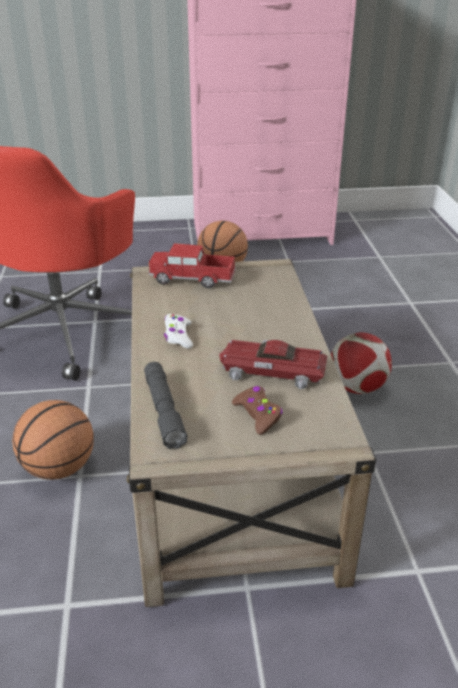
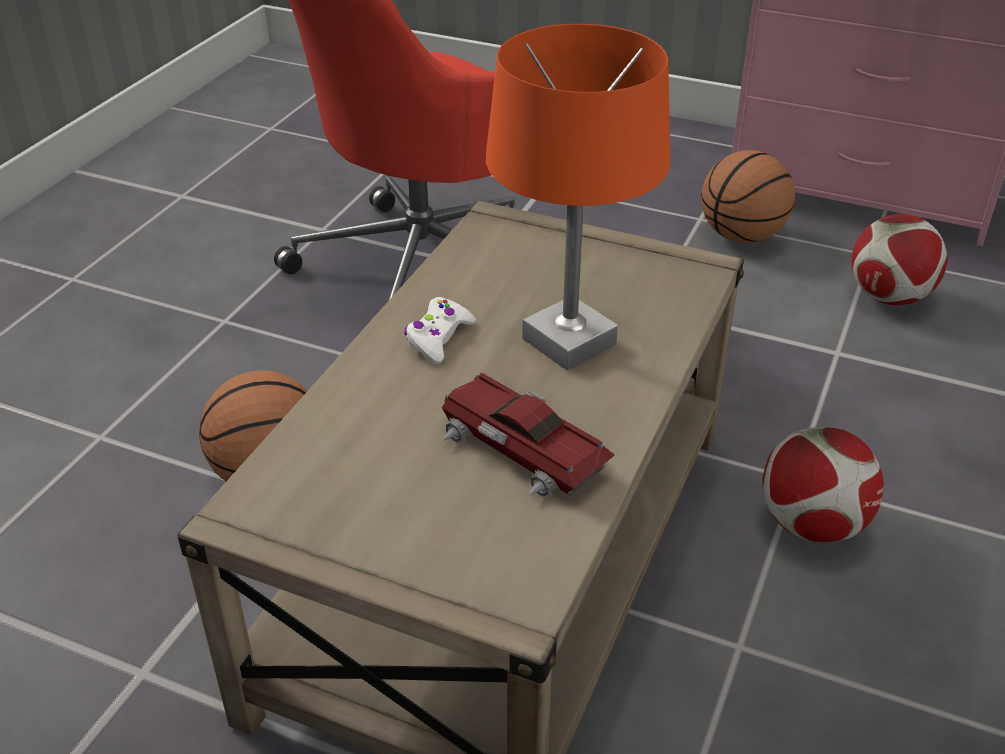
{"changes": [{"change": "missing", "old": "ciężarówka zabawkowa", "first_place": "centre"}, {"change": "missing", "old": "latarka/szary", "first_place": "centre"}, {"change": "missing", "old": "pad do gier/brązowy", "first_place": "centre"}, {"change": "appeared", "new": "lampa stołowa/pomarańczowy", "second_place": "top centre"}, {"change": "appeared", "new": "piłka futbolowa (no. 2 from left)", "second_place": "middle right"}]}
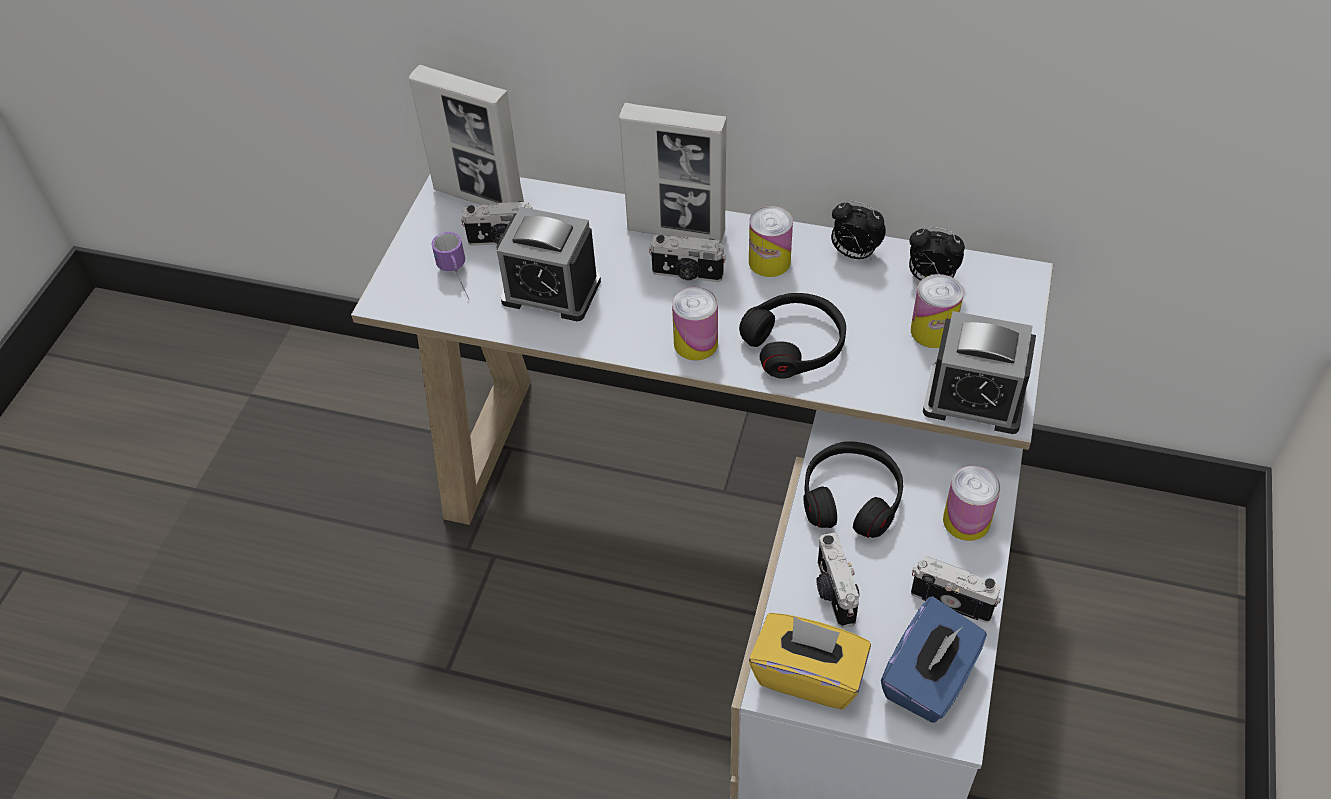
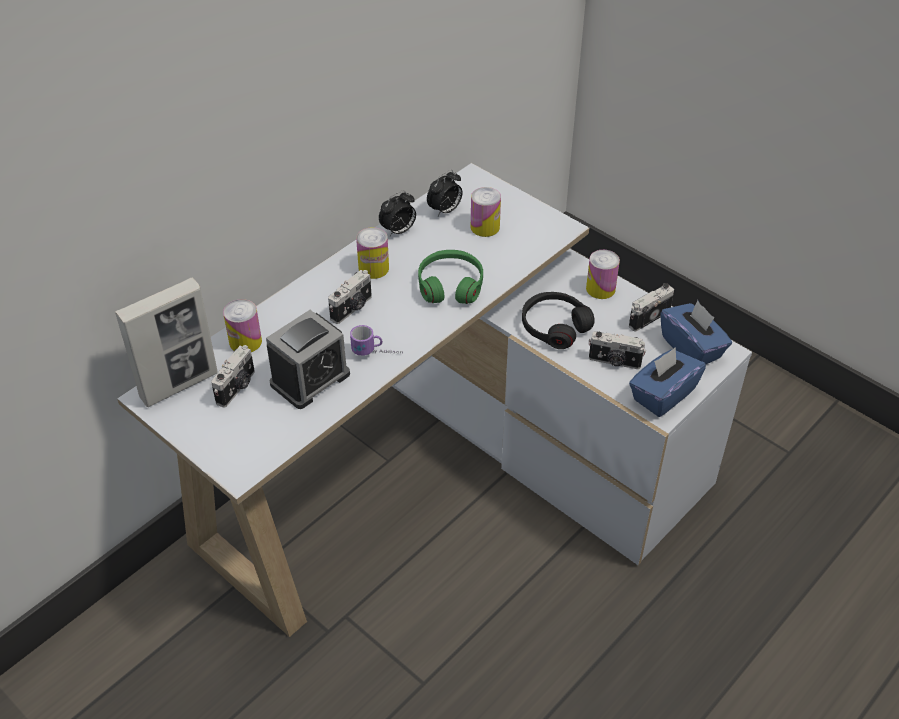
{"changes": [{"change": "missing", "old": "ramka na zdjęcie (no. 2 from left)", "first_place": "top centre"}, {"change": "relocated", "old": "kubek", "first_place": "top centre", "second_place": "centre"}, {"change": "relocated", "old": "puszka (no. 1 from left)", "first_place": "centre", "second_place": "middle left"}, {"change": "colour", "old": "słuchawki/czarny (no. 1 from left)", "new": "słuchawki/zielony", "first_place": "centre", "second_place": "centre"}, {"change": "missing", "old": "budzik (no. 4 from left)", "first_place": "middle right"}, {"change": "colour", "old": "pudełko chusteczek/żółty", "new": "pudełko chusteczek/niebieski (no. 1 from left)", "first_place": "bottom centre", "second_place": "middle right"}]}
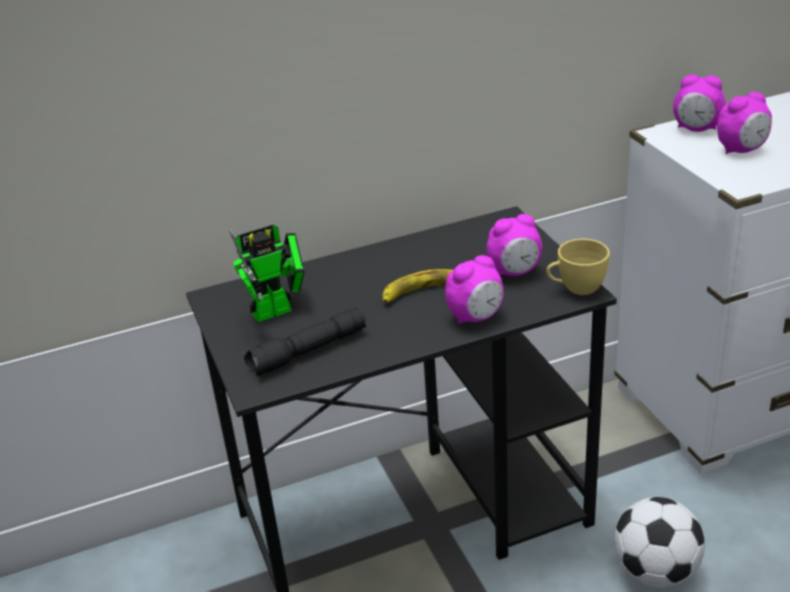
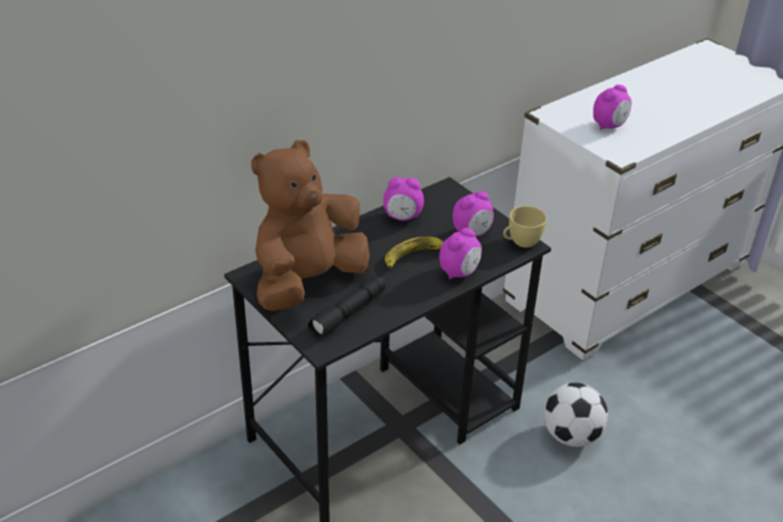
{"changes": [{"change": "relocated", "old": "budzik (no. 3 from left in the first image)", "new": "budzik (no. 1 from left)", "first_place": "top right", "second_place": "centre"}, {"change": "exchanged", "old": "robot zabawkowy", "new": "pluszak/brązowy", "first_place": "centre", "second_place": "centre"}]}
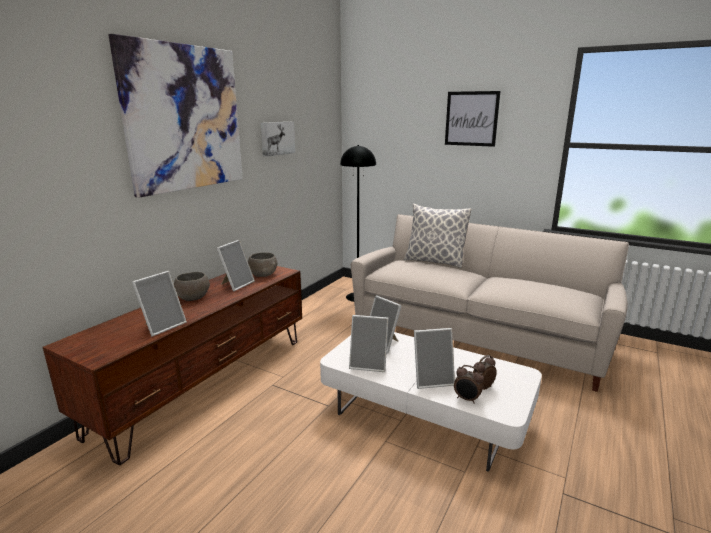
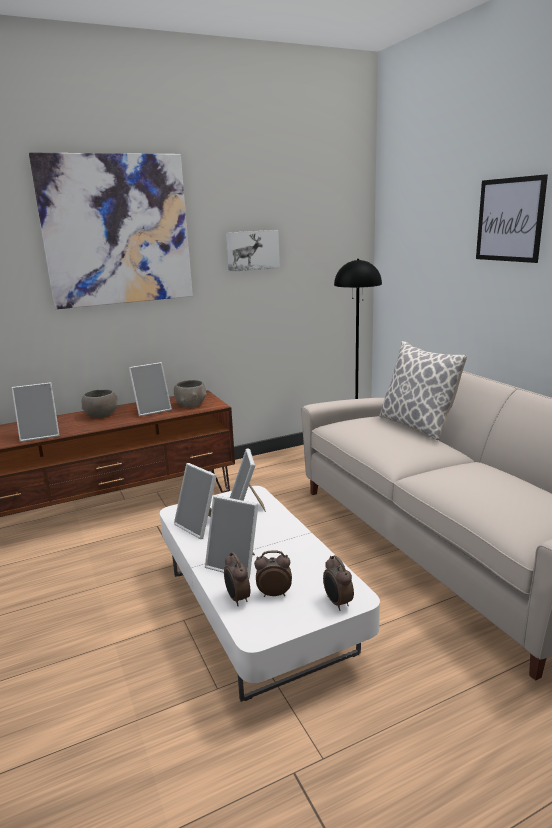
{"changes": [{"change": "appeared", "new": "budzik (no. 3 from left)", "second_place": "bottom centre"}]}
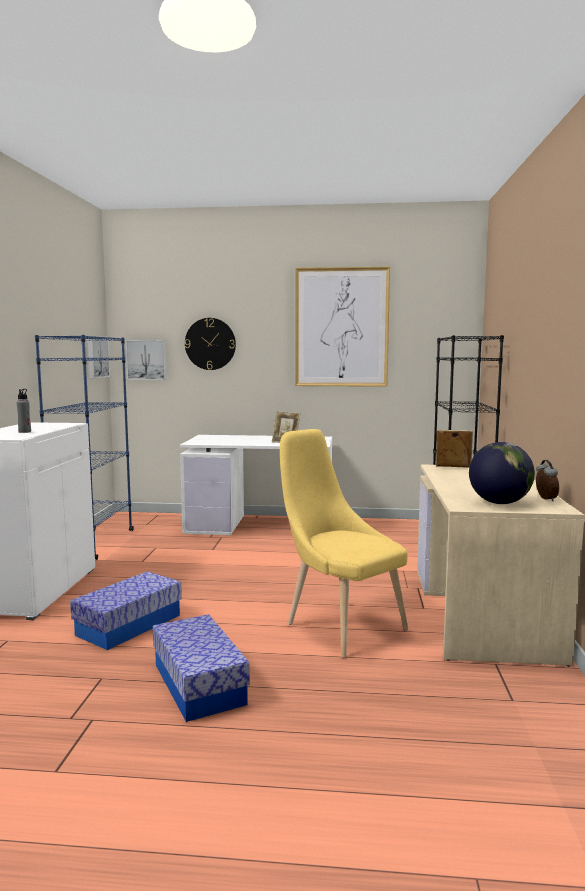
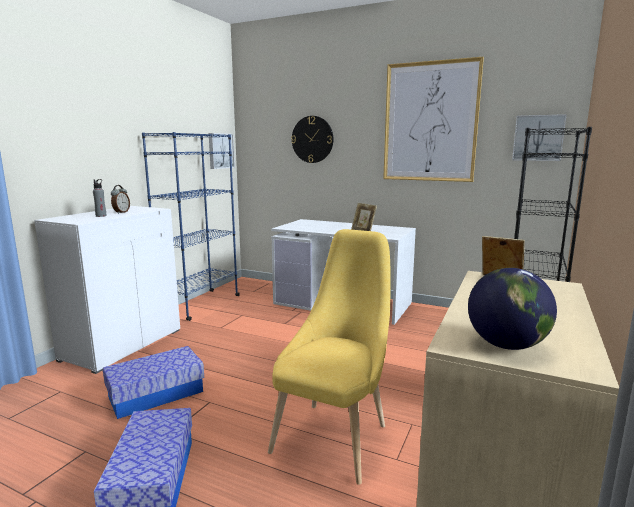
{"changes": [{"change": "relocated", "old": "obraz (no. 2 from left in the first image)", "new": "obraz (no. 3 from left)", "first_place": "middle left", "second_place": "top right"}, {"change": "spun", "old": "krzesło/żółty", "first_place": "centre", "second_place": "bottom centre", "degrees": 45}, {"change": "relocated", "old": "budzik", "first_place": "middle right", "second_place": "middle left"}]}
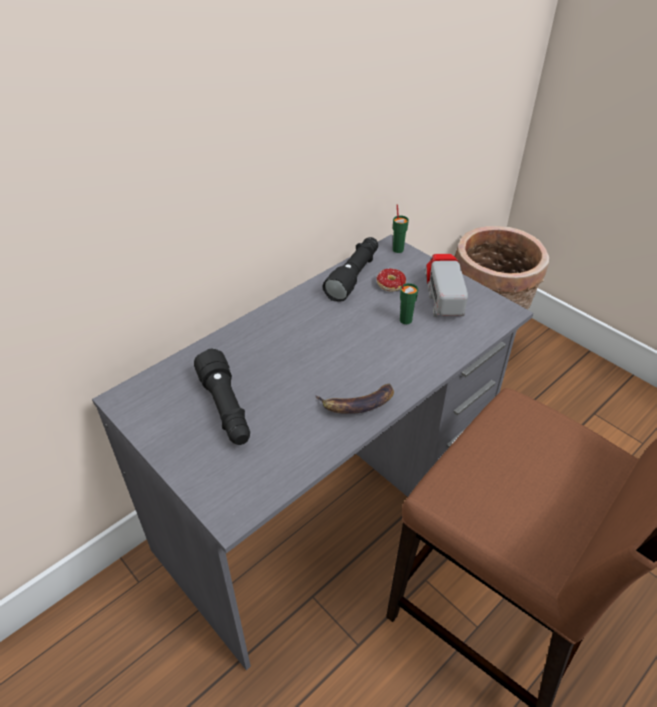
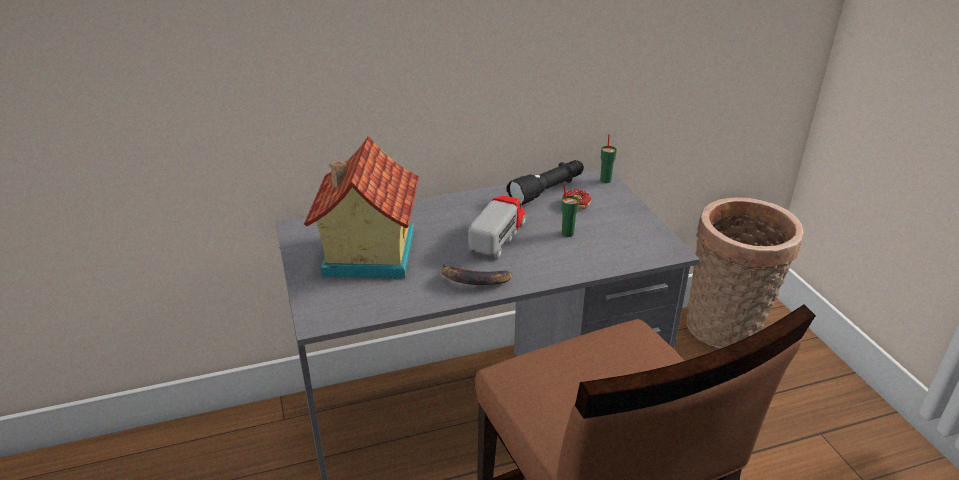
{"changes": [{"change": "relocated", "old": "ciężarówka zabawkowa", "first_place": "middle right", "second_place": "centre"}, {"change": "exchanged", "old": "latarka/czarny (no. 1 from left)", "new": "domek", "first_place": "centre", "second_place": "centre"}]}
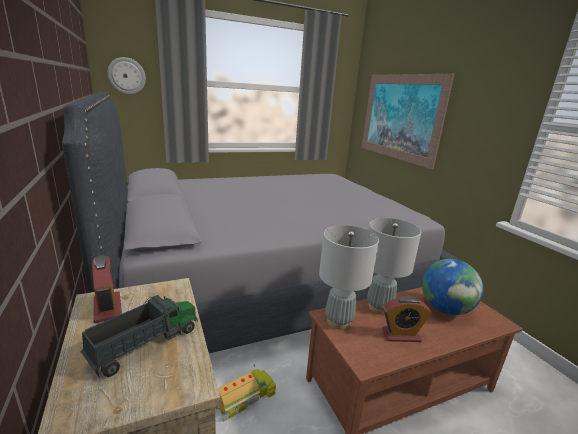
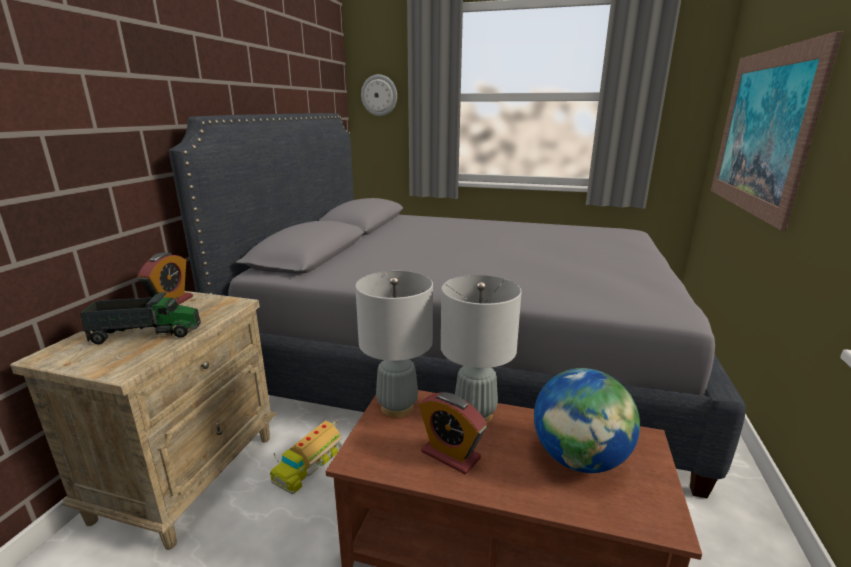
{"changes": [{"change": "spun", "old": "ciężarówka zabawkowa (no. 2 from left)", "first_place": "bottom centre", "second_place": "bottom centre", "degrees": 120}]}
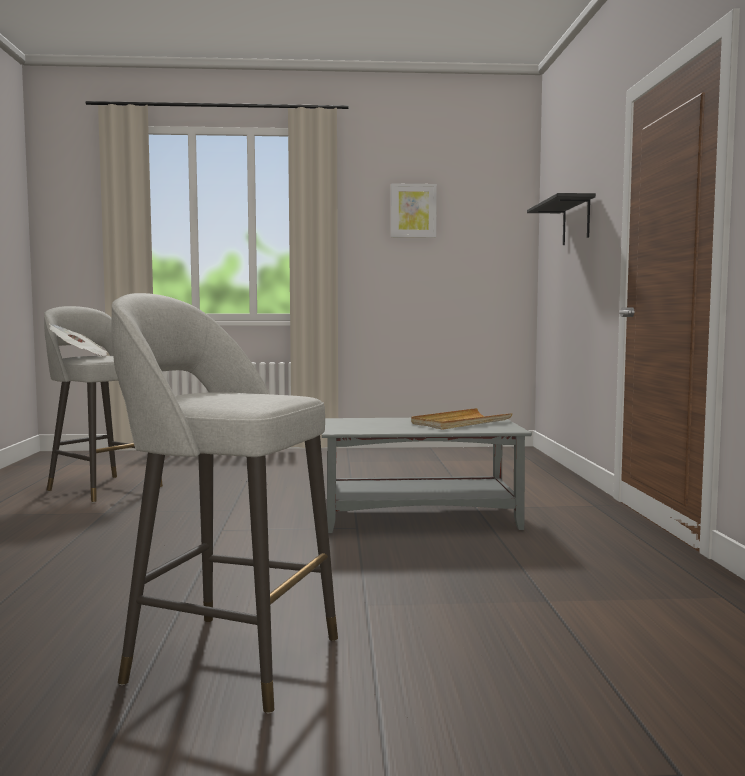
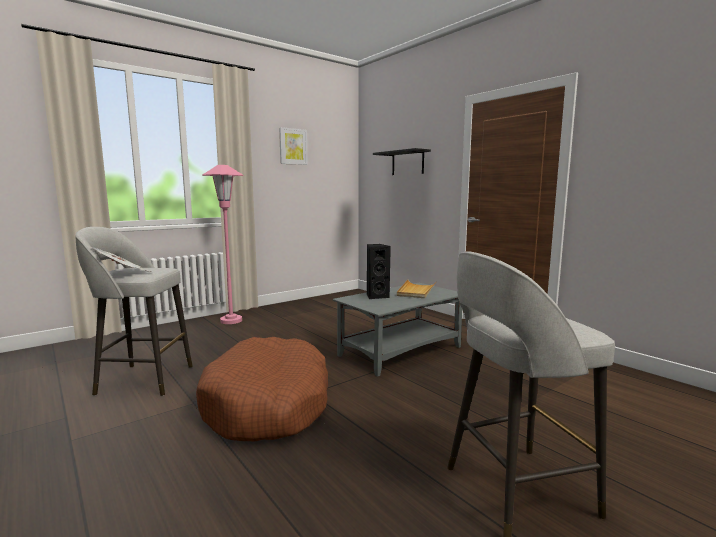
{"changes": [{"change": "appeared", "new": "lampa stojąca/różowy", "second_place": "middle left"}, {"change": "appeared", "new": "głośnik/czarny", "second_place": "centre"}, {"change": "appeared", "new": "legowisko/brązowy", "second_place": "bottom centre"}]}
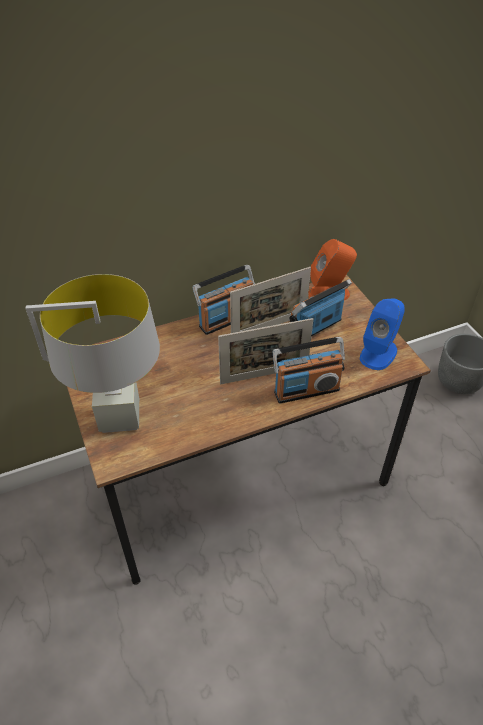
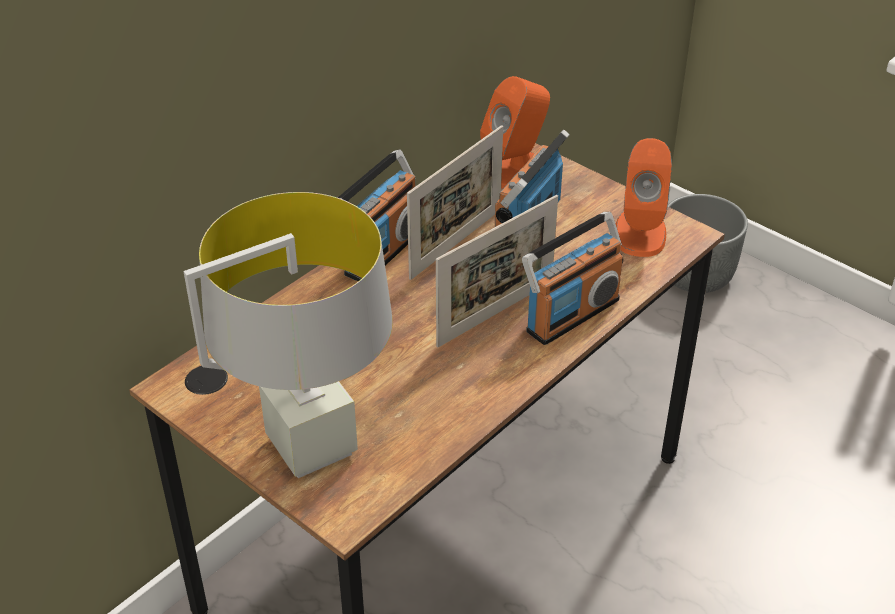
{"changes": [{"change": "colour", "old": "głośnik/niebieski", "new": "głośnik/pomarańczowy (no. 2 from left)", "first_place": "middle right", "second_place": "top right"}]}
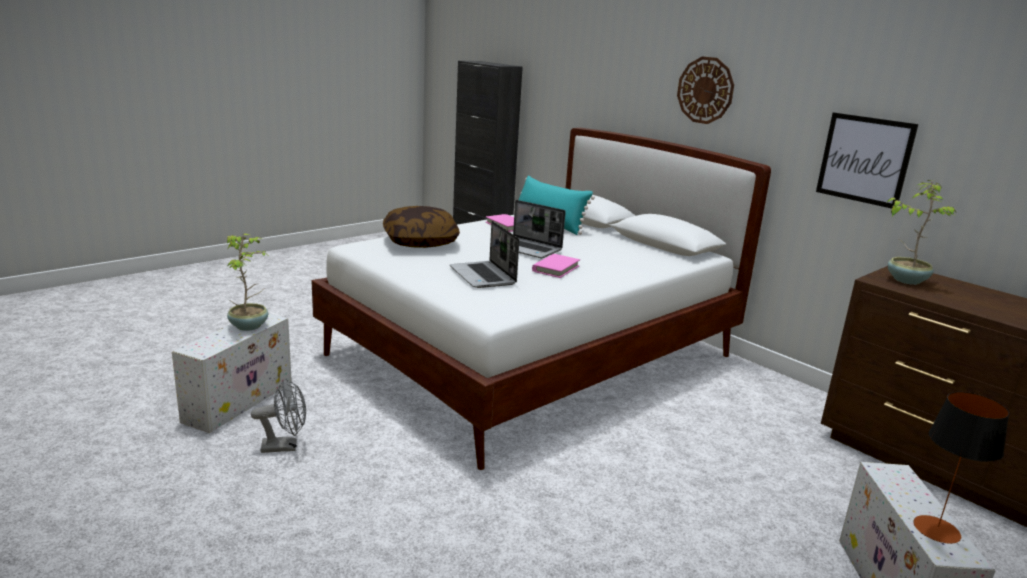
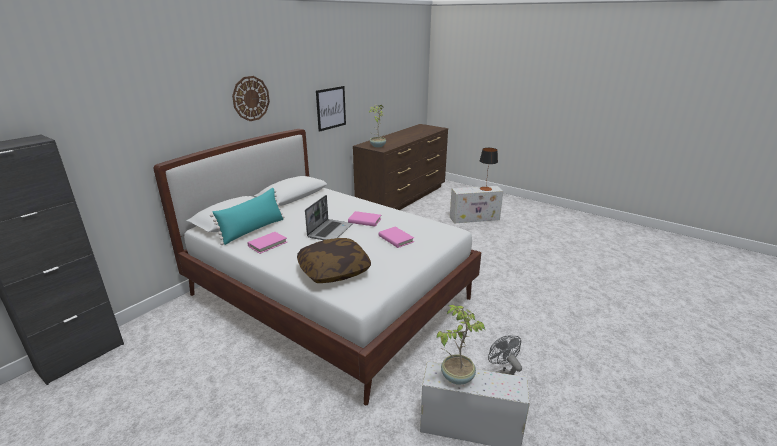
{"changes": [{"change": "exchanged", "old": "laptop (no. 1 from left)", "new": "książka/różowy (no. 3 from left)", "first_place": "centre", "second_place": "centre"}]}
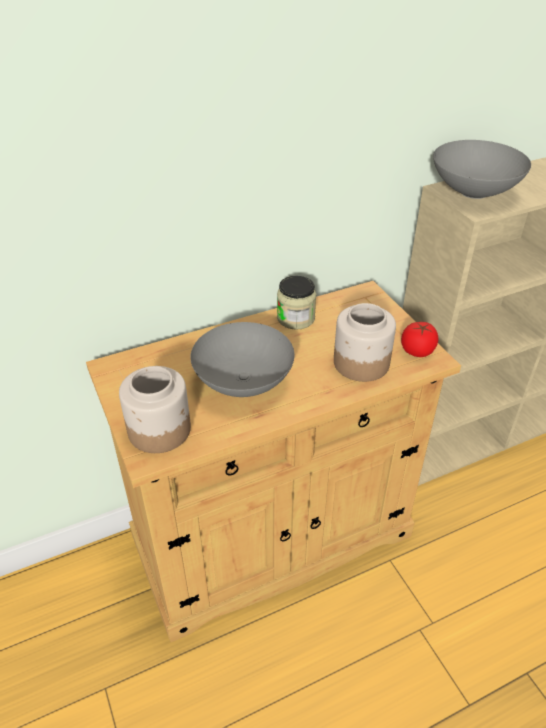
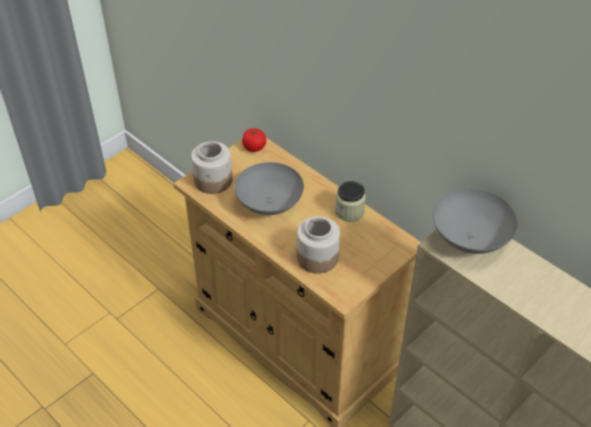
{"changes": [{"change": "relocated", "old": "pomidor", "first_place": "middle right", "second_place": "top centre"}]}
